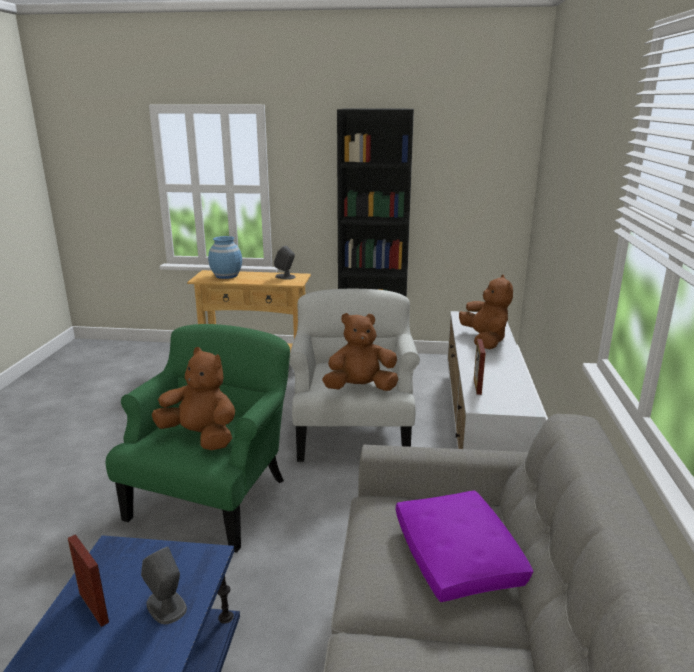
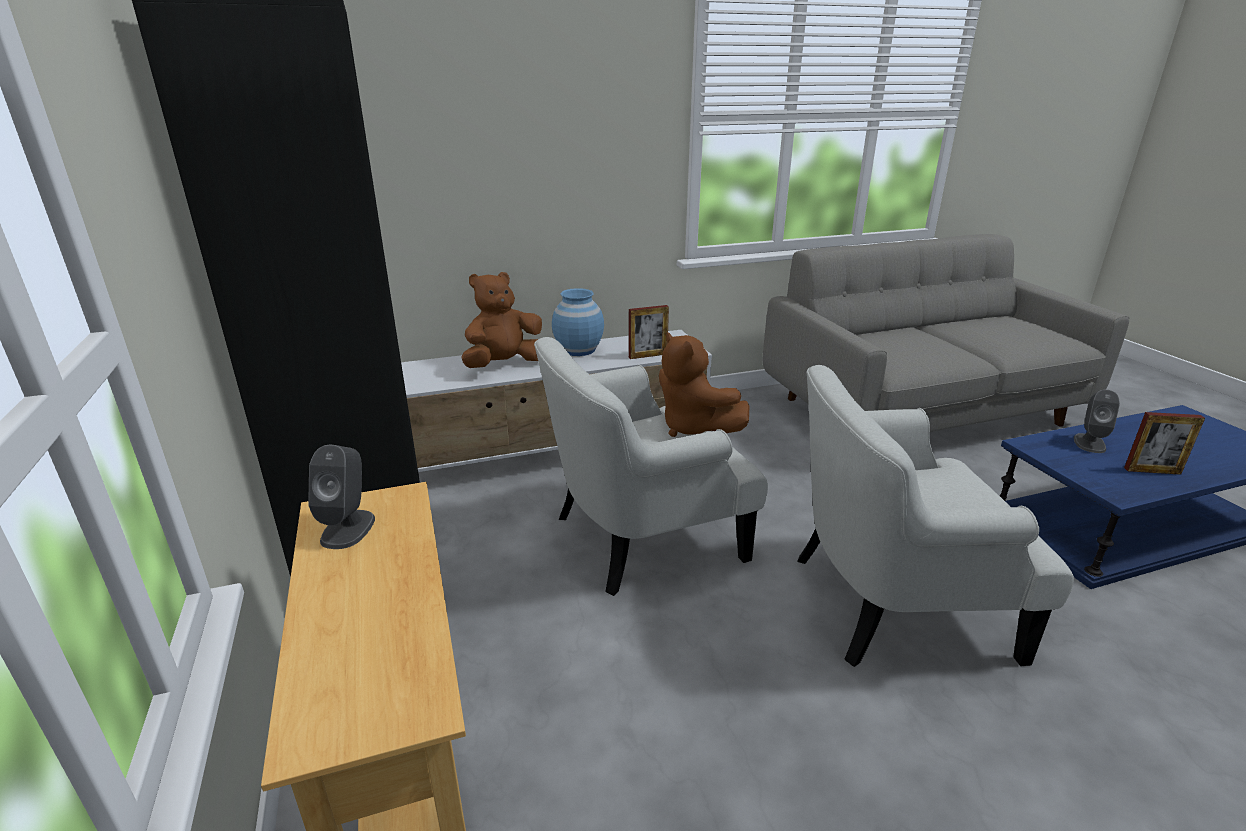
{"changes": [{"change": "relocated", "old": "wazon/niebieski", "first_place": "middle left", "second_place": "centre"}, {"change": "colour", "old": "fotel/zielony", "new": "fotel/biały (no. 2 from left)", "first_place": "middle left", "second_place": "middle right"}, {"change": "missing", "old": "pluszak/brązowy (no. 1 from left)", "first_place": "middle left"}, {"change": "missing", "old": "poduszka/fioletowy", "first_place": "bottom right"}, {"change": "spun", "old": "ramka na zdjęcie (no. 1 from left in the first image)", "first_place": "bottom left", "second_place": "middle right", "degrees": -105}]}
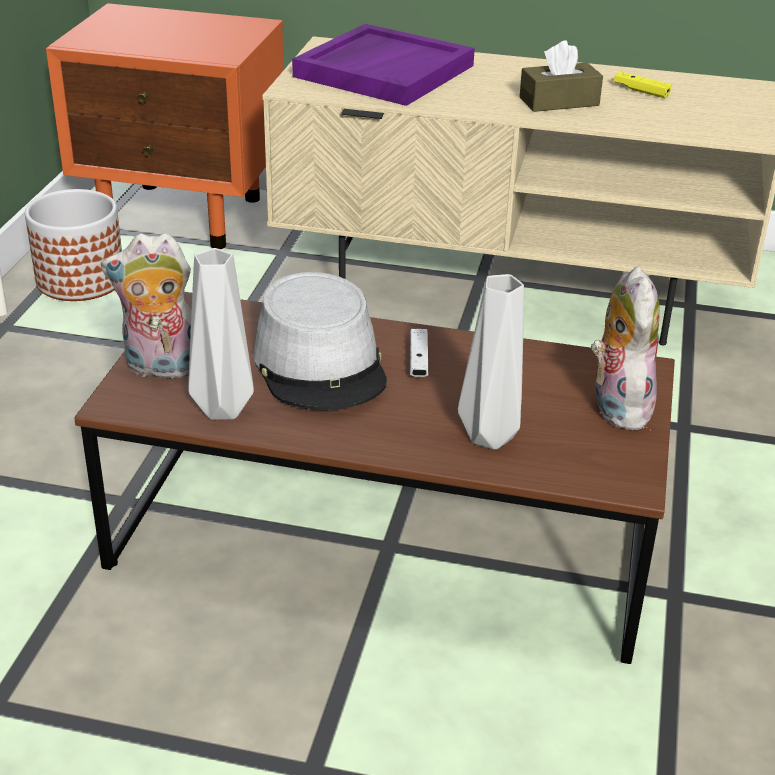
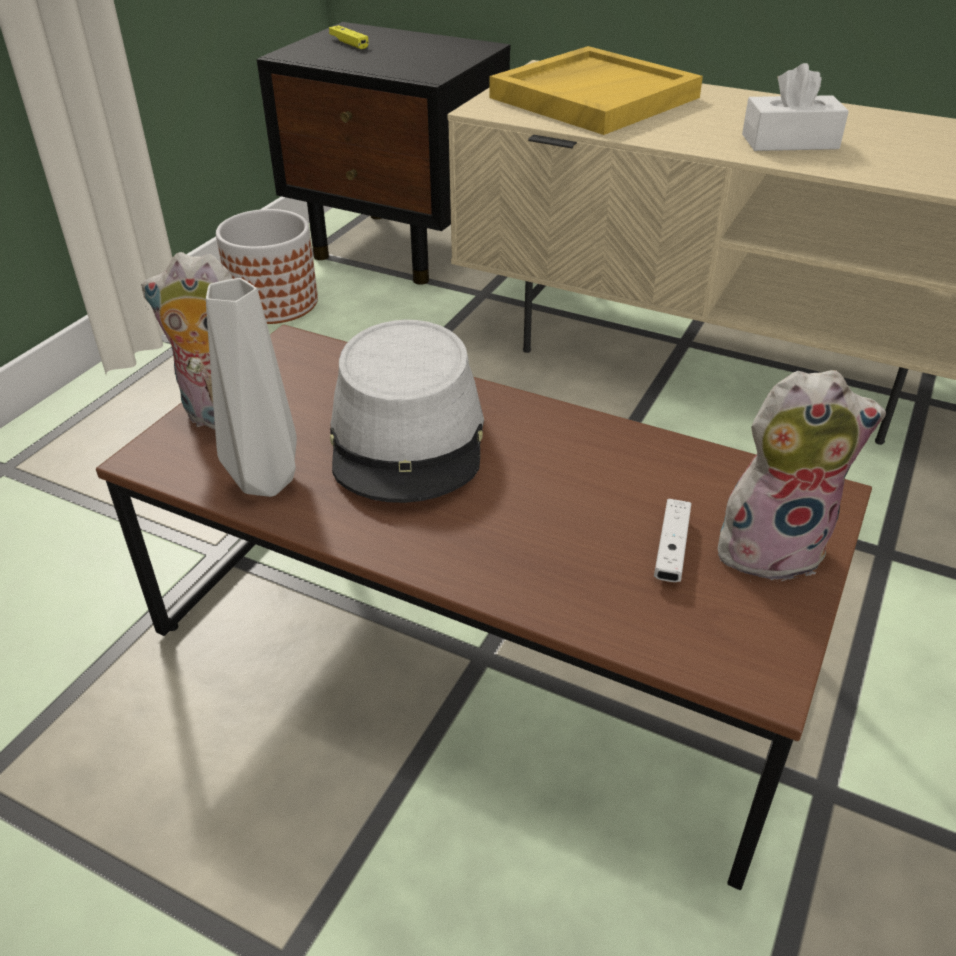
{"changes": [{"change": "colour", "old": "szafka nocna/pomarańczowy", "new": "szafka nocna/czarny", "first_place": "top left", "second_place": "top centre"}, {"change": "colour", "old": "taca/fioletowy", "new": "taca/żółty", "first_place": "top centre", "second_place": "top centre"}, {"change": "colour", "old": "pudełko chusteczek/brązowy", "new": "pudełko chusteczek/biały", "first_place": "top right", "second_place": "top right"}, {"change": "relocated", "old": "pad do gier/żółty", "first_place": "top right", "second_place": "top centre"}, {"change": "spun", "old": "pluszak (no. 2 from left)", "first_place": "middle right", "second_place": "middle right", "degrees": 75}, {"change": "missing", "old": "wazon/szary (no. 2 from left)", "first_place": "centre"}, {"change": "relocated", "old": "pad do gier/biały", "first_place": "centre", "second_place": "middle right"}]}
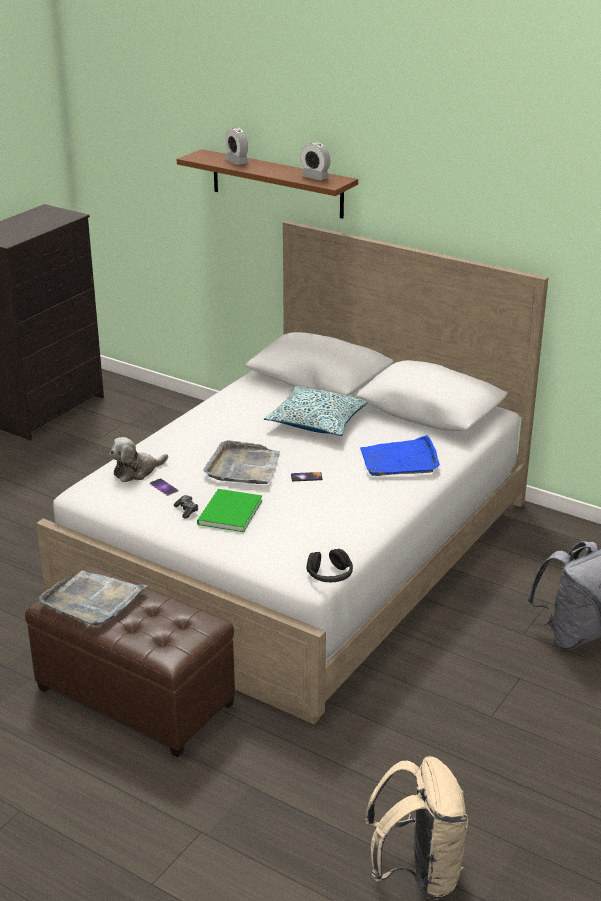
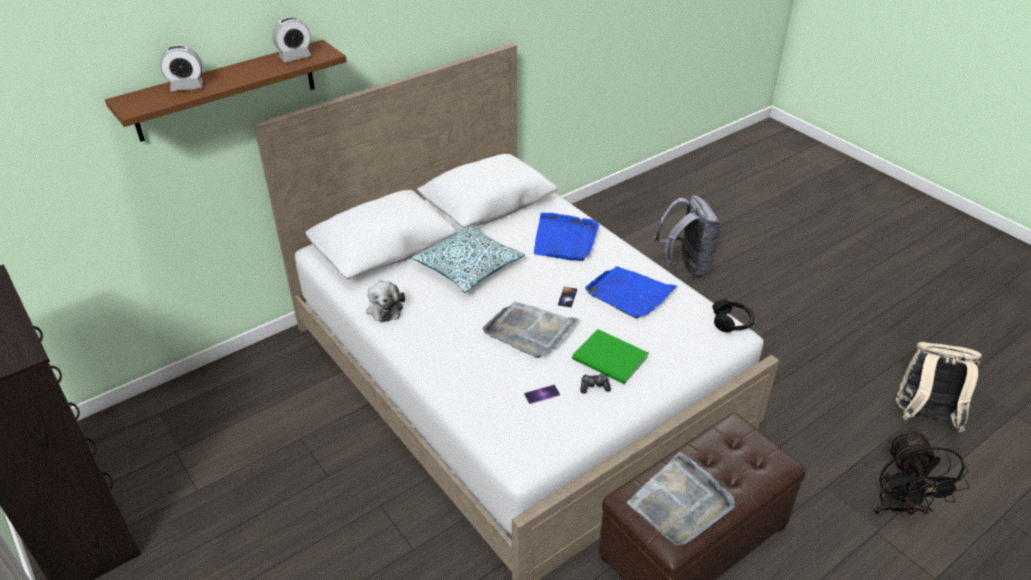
{"changes": [{"change": "relocated", "old": "pluszak", "first_place": "middle left", "second_place": "centre"}, {"change": "appeared", "new": "taca/niebieski (no. 2 from left)", "second_place": "centre"}, {"change": "appeared", "new": "wentylator/czarny", "second_place": "bottom right"}]}
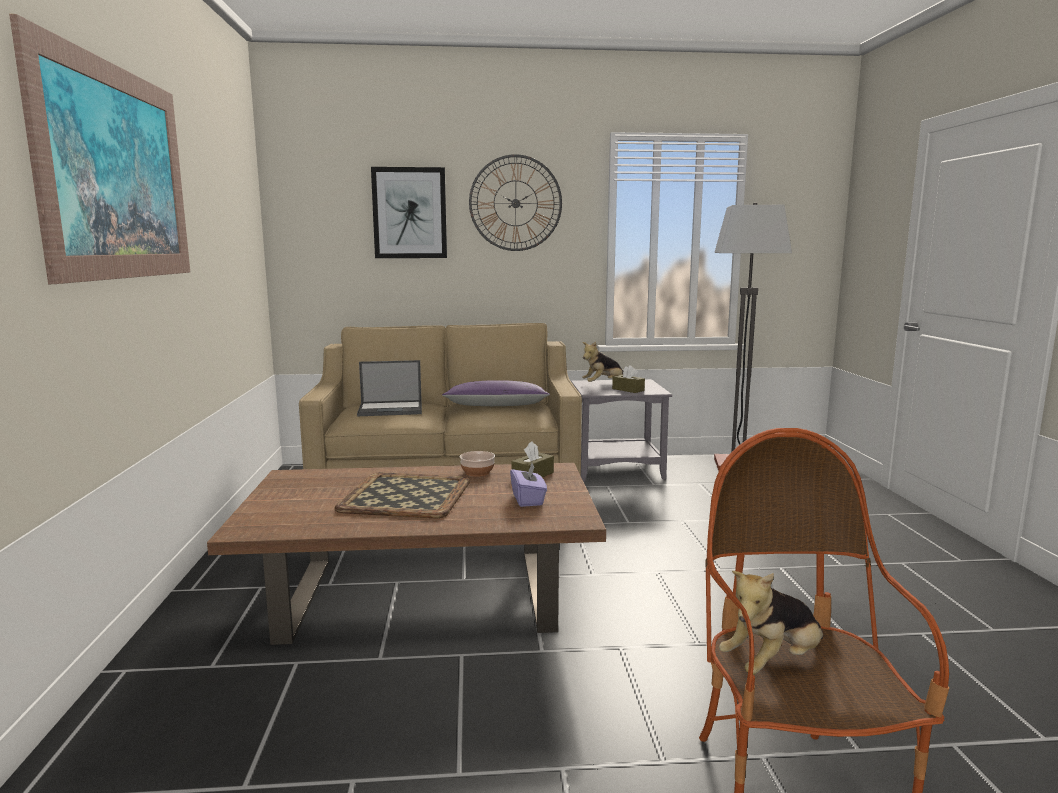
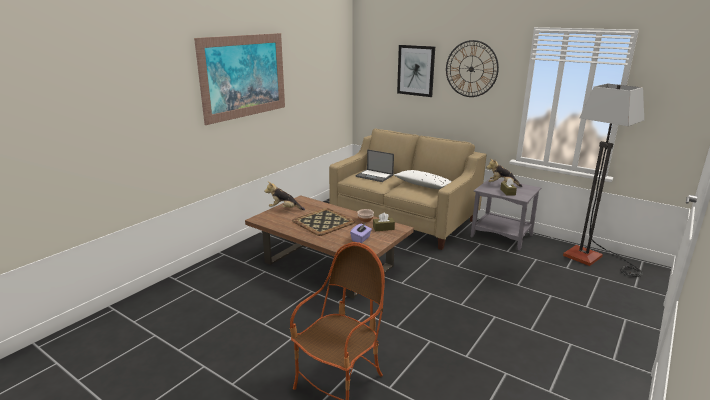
{"changes": [{"change": "colour", "old": "poduszka/fioletowy", "new": "poduszka/biały", "first_place": "centre", "second_place": "centre"}, {"change": "relocated", "old": "pluszak (no. 2 from left in the first image)", "new": "pluszak (no. 1 from left)", "first_place": "bottom right", "second_place": "centre"}]}
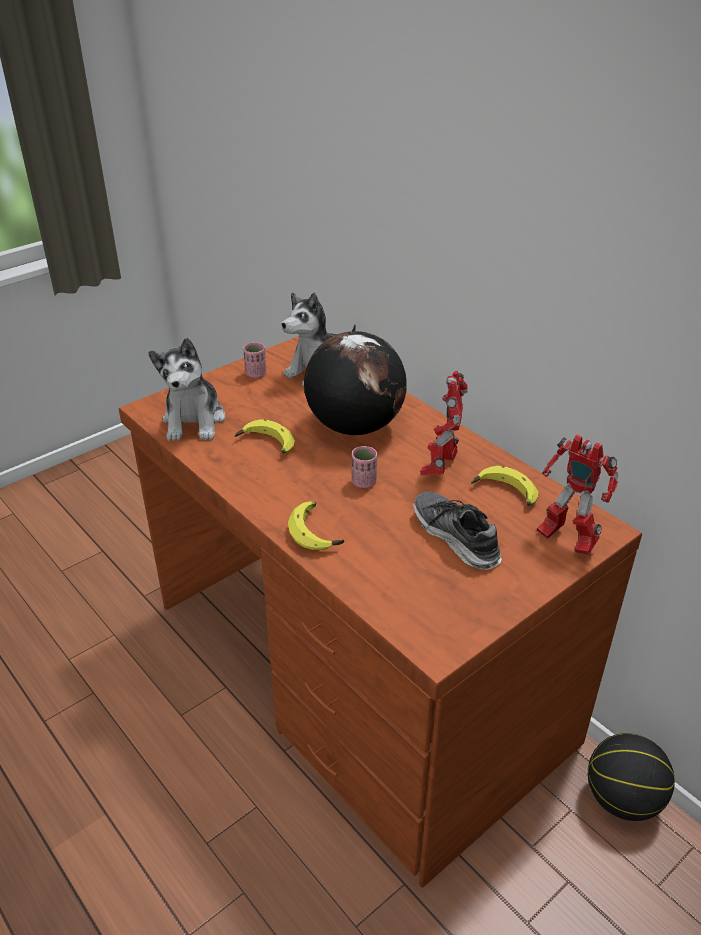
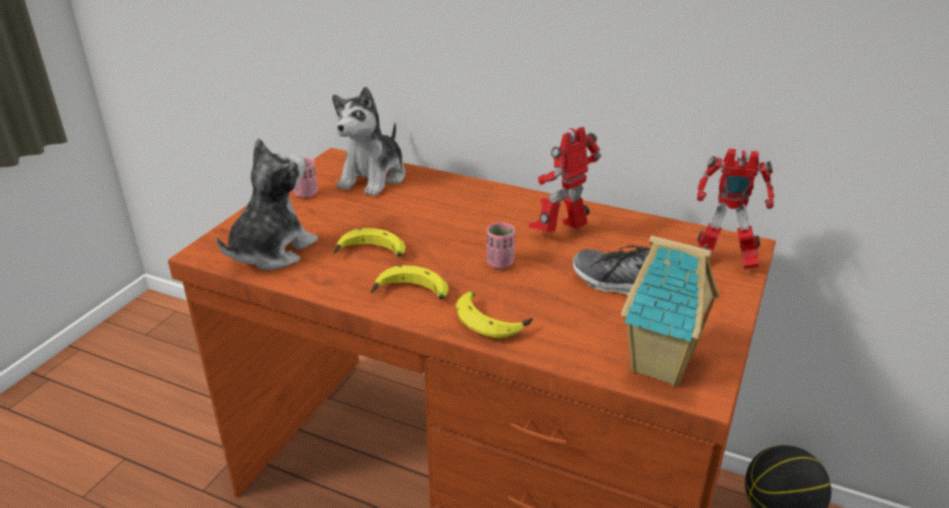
{"changes": [{"change": "missing", "old": "globus", "first_place": "centre"}, {"change": "spun", "old": "pluszak (no. 1 from left)", "first_place": "middle left", "second_place": "middle left", "degrees": -120}, {"change": "spun", "old": "robot zabawkowy (no. 1 from left)", "first_place": "centre", "second_place": "centre", "degrees": 60}, {"change": "relocated", "old": "banan (no. 3 from left in the first image)", "new": "banan (no. 2 from left)", "first_place": "middle right", "second_place": "centre"}, {"change": "appeared", "new": "domek", "second_place": "middle right"}]}
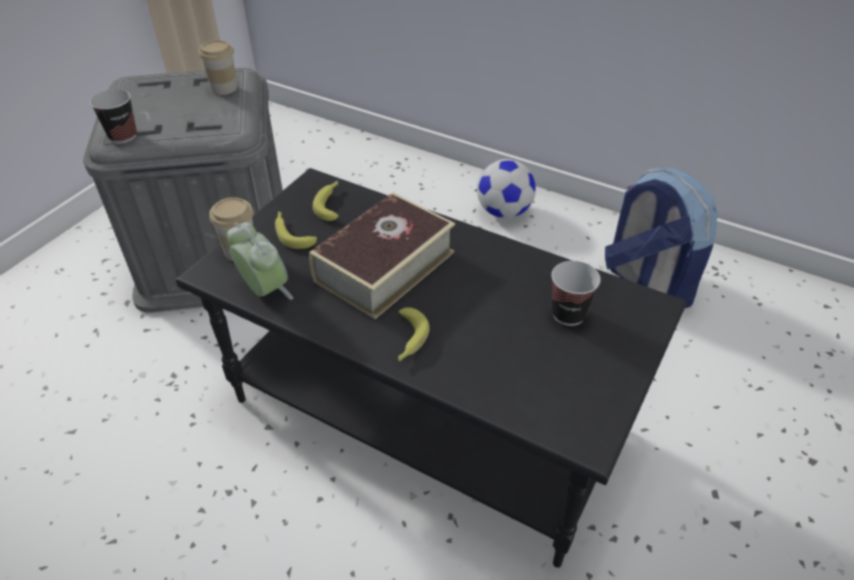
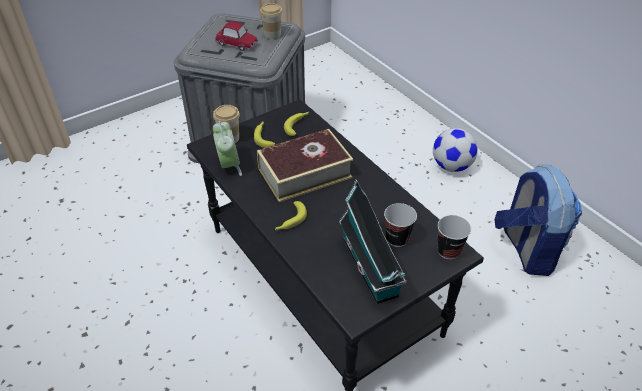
{"changes": [{"change": "relocated", "old": "filiżanka (no. 1 from left in the first image)", "new": "filiżanka (no. 4 from left)", "first_place": "top left", "second_place": "middle right"}, {"change": "appeared", "new": "samochodzik", "second_place": "top centre"}, {"change": "appeared", "new": "domek", "second_place": "centre"}]}
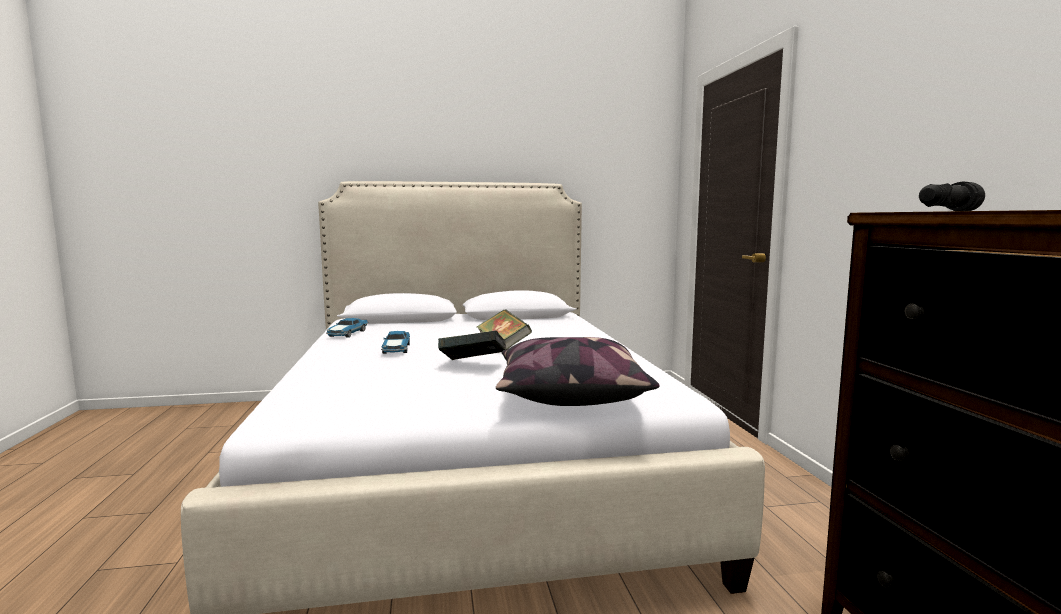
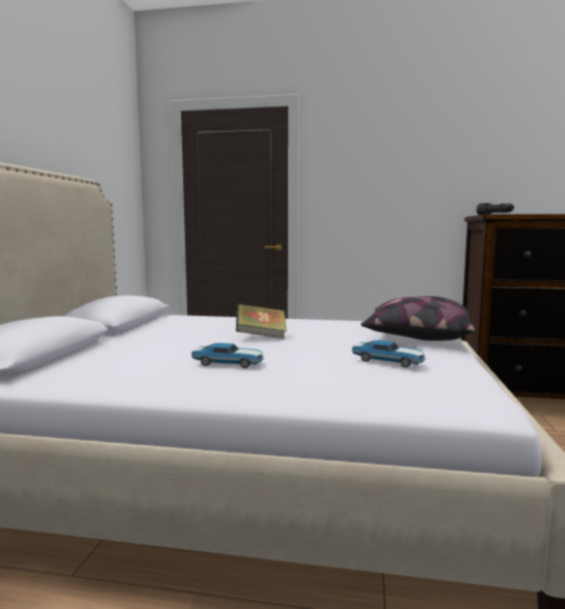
{"changes": [{"change": "relocated", "old": "samochodzik (no. 1 from left in the first image)", "new": "samochodzik (no. 2 from left)", "first_place": "middle left", "second_place": "middle right"}, {"change": "missing", "old": "książka (no. 1 from left)", "first_place": "centre"}]}
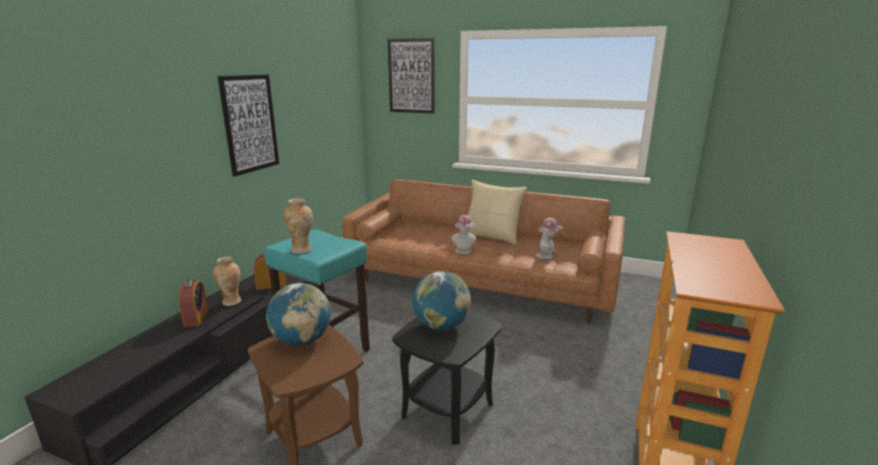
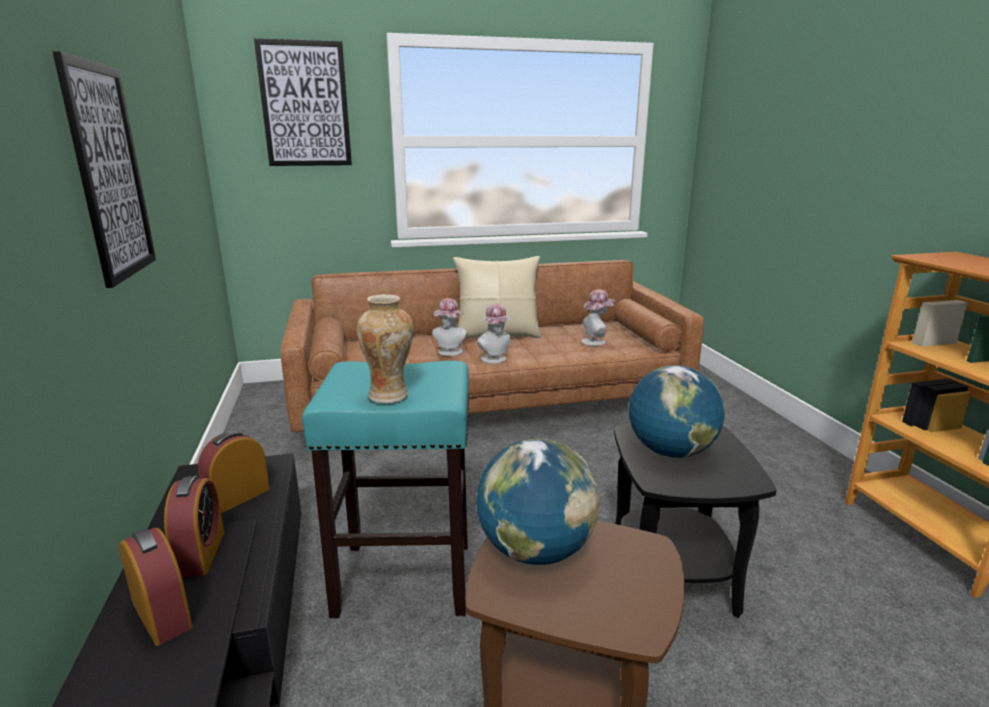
{"changes": [{"change": "exchanged", "old": "wazon (no. 1 from left)", "new": "budzik (no. 2 from left)", "first_place": "middle left", "second_place": "bottom left"}, {"change": "appeared", "new": "kapelusz (no. 1 from left)", "second_place": "centre"}]}
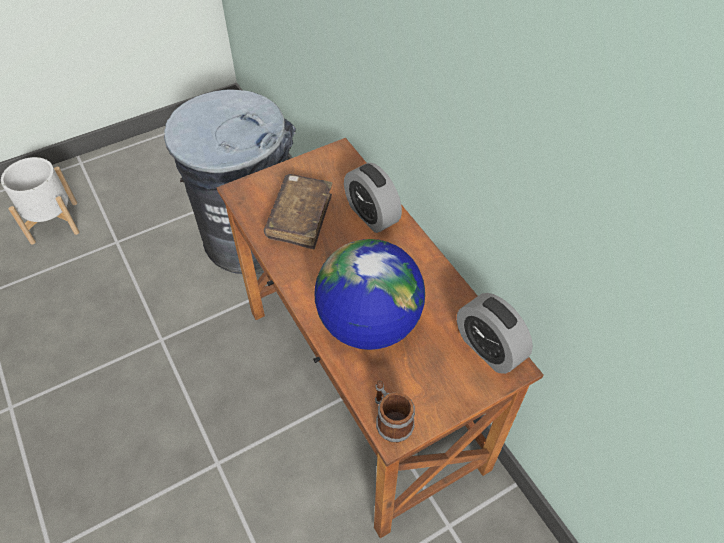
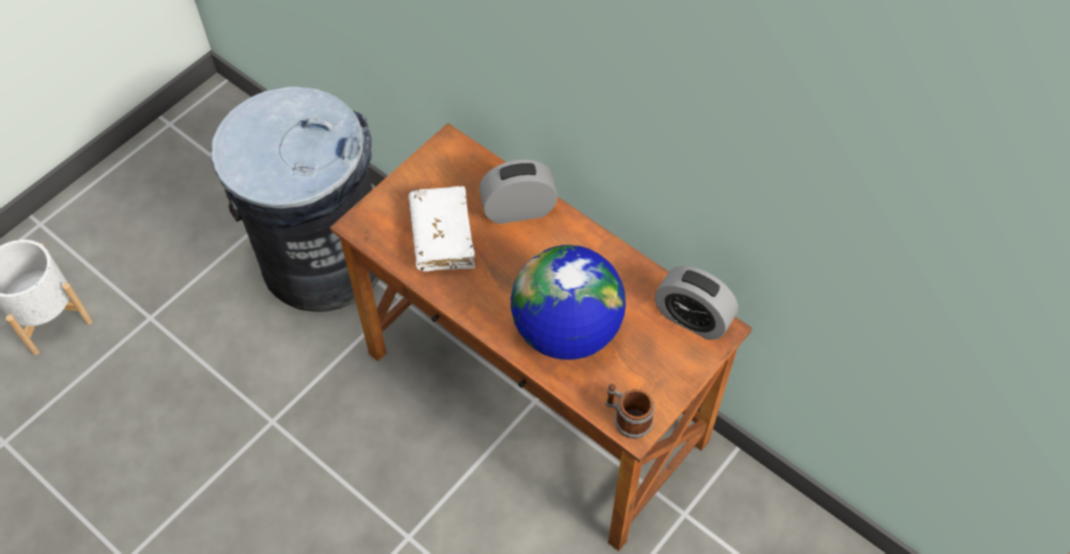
{"changes": [{"change": "spun", "old": "budzik (no. 1 from left)", "first_place": "centre", "second_place": "centre", "degrees": 135}, {"change": "colour", "old": "książka/brązowy", "new": "książka/biały", "first_place": "centre", "second_place": "centre"}]}
